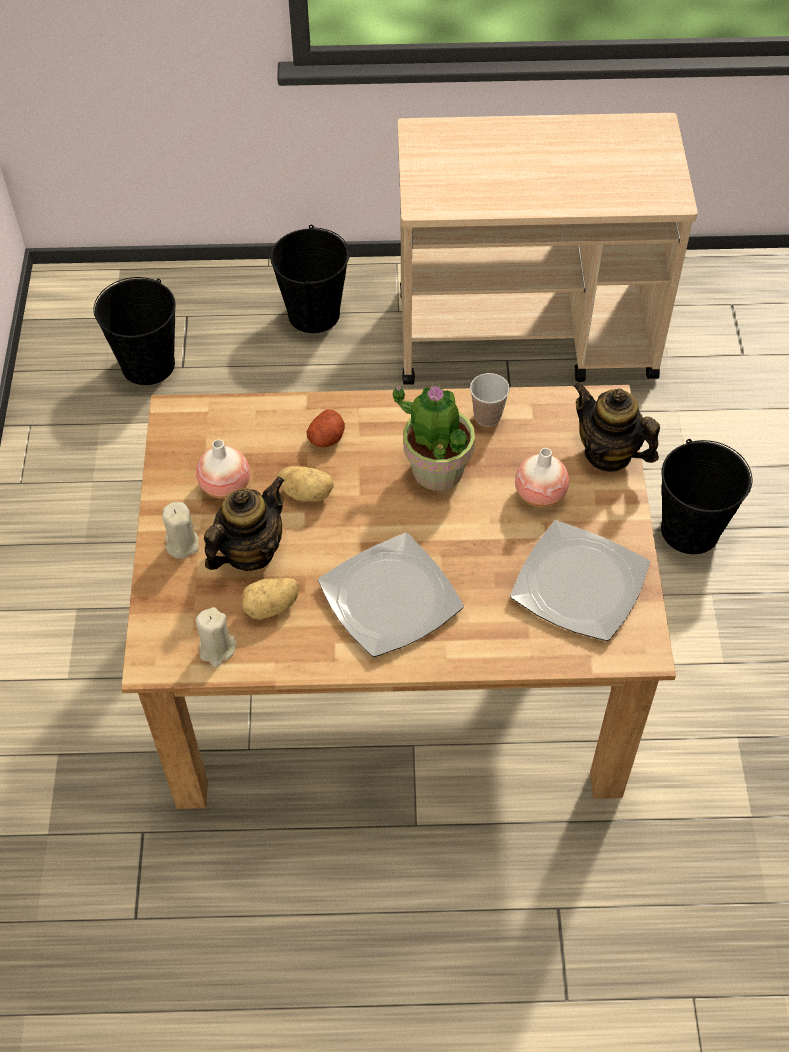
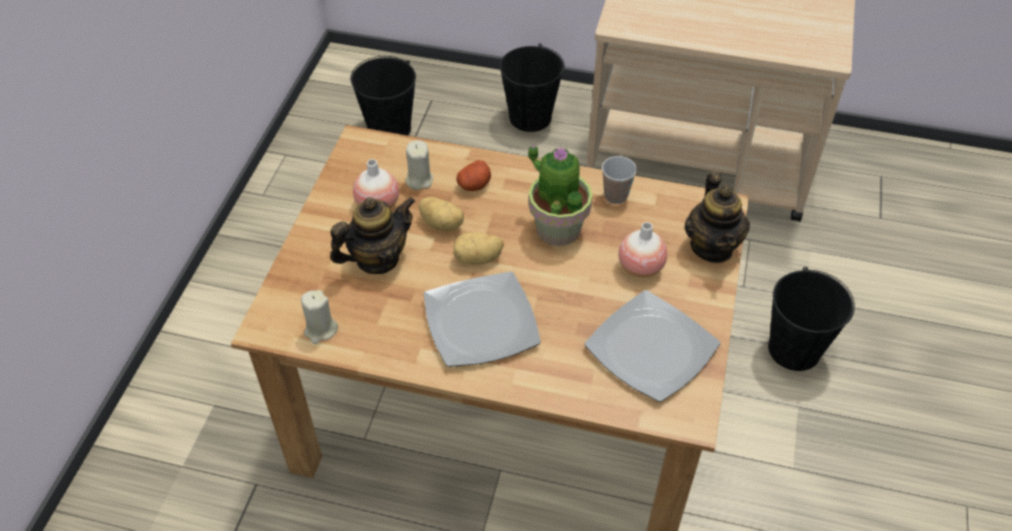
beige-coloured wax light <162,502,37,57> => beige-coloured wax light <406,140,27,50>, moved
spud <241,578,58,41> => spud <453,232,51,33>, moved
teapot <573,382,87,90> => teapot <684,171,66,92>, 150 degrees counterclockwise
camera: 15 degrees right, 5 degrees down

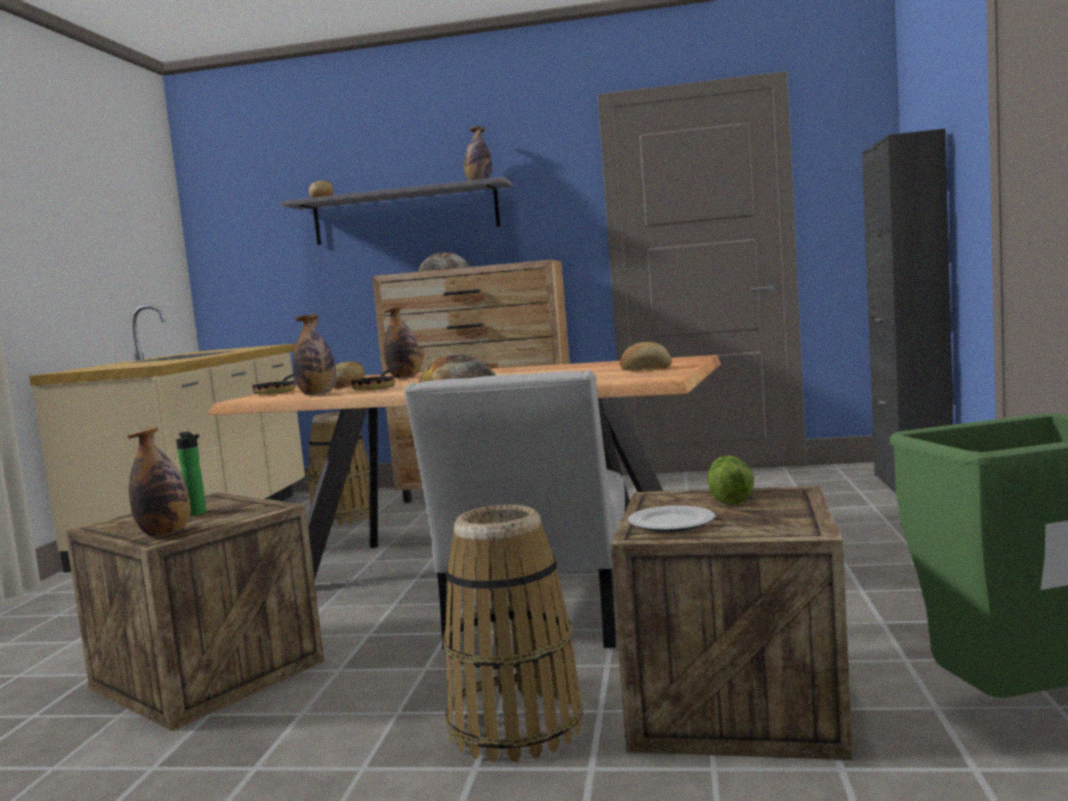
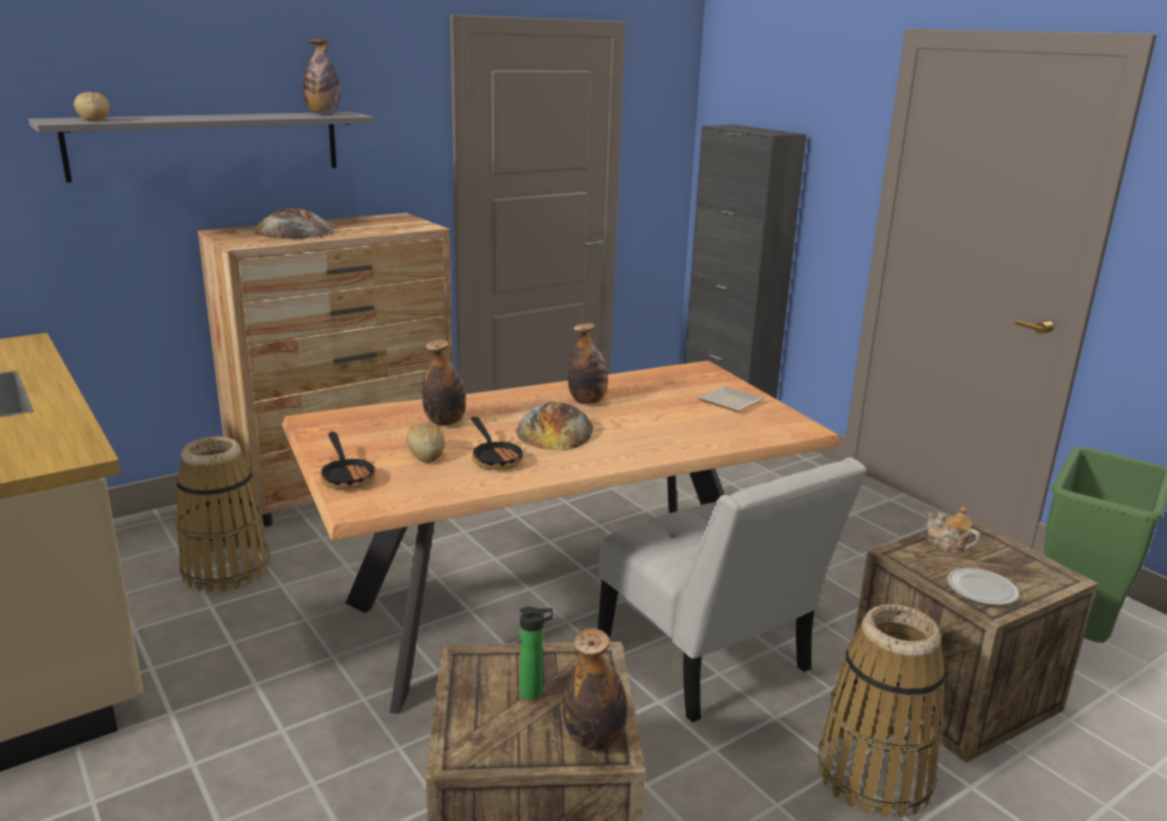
bottle <293,314,43,82> => bottle <568,323,40,81>, moved
bread <620,342,52,28> => plate <697,386,67,25>
lettuce <707,456,47,49> => teapot <926,506,54,47>
camera: 45 degrees left, 15 degrees up

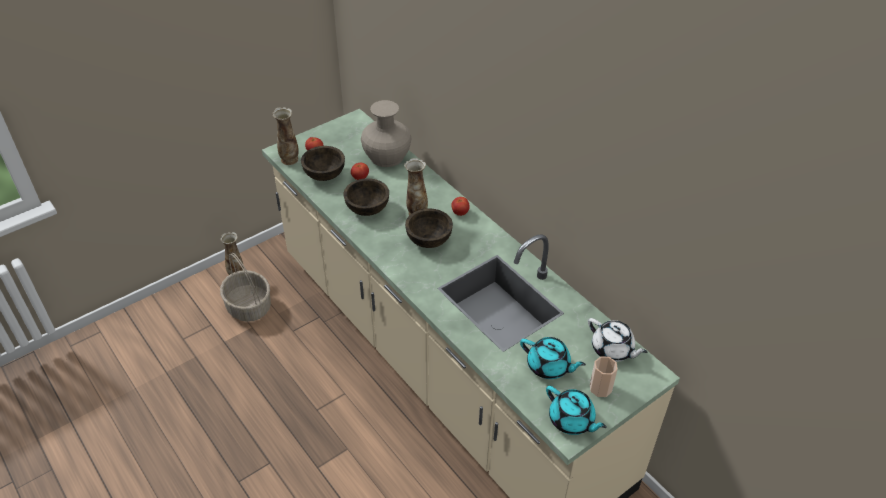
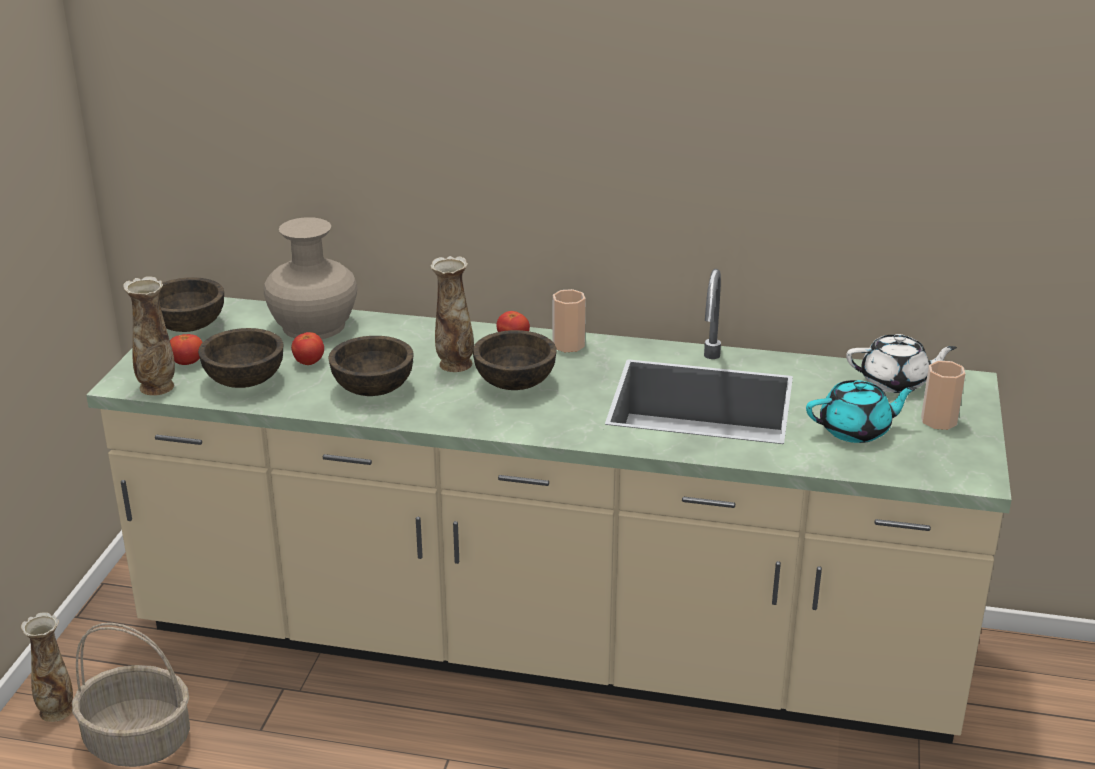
turquoise-coloured teapot <546,386,61,49> => nothing
nothing => brownish bowl <159,277,65,55>
nothing => small cup <553,289,32,63>
camera: 40 degrees left, 15 degrees down

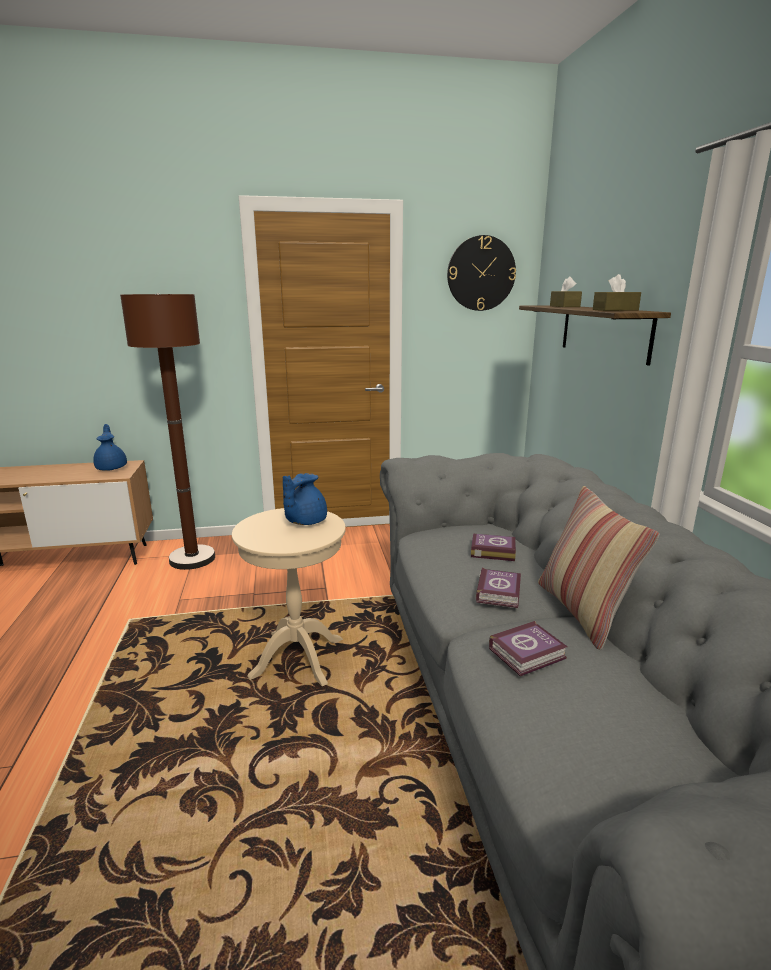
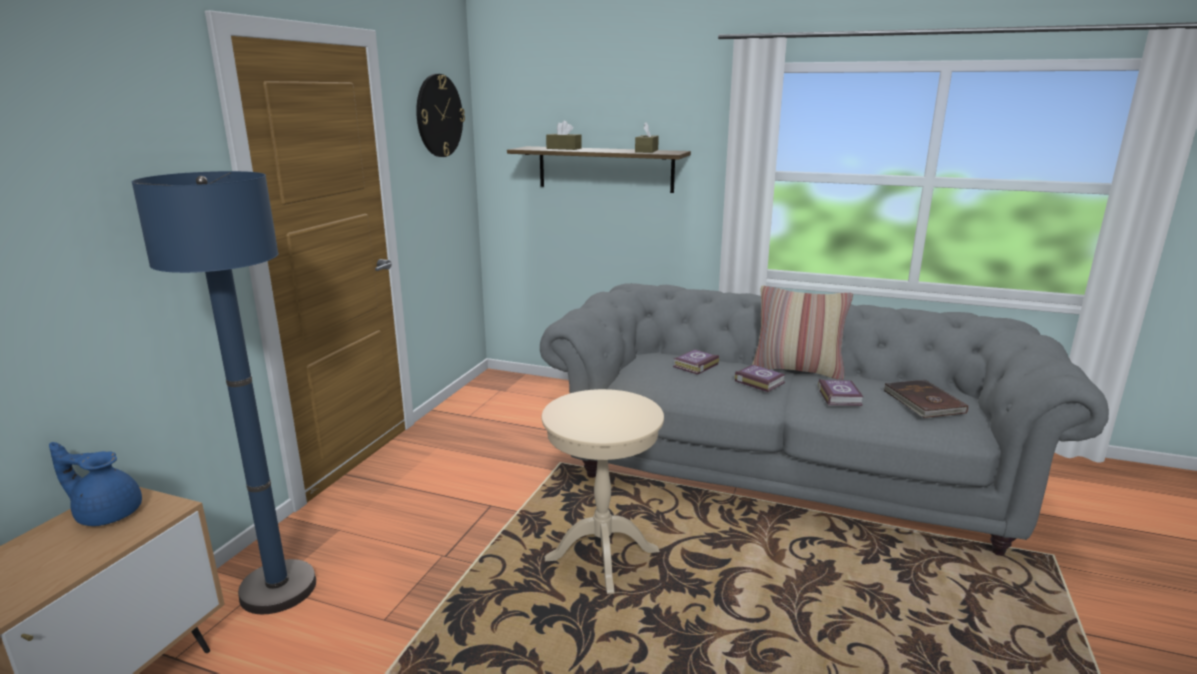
blue teapot <283,473,44,52> => nothing
nothing => brownish book <883,380,85,38>
brownish standard lamp <120,293,95,277> => blue standard lamp <132,171,184,443>
camera: 60 degrees left, 0 degrees up

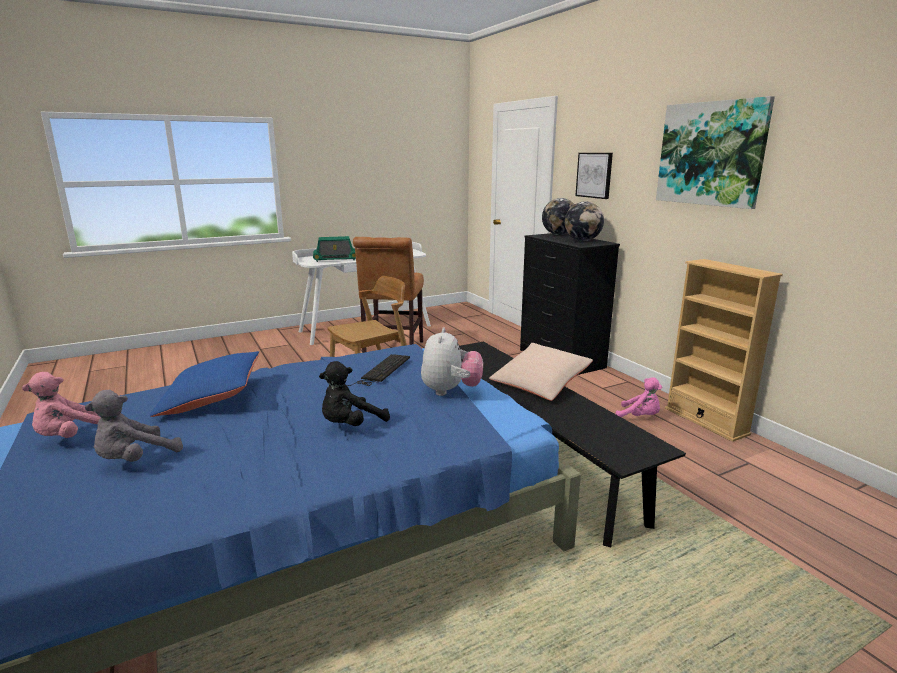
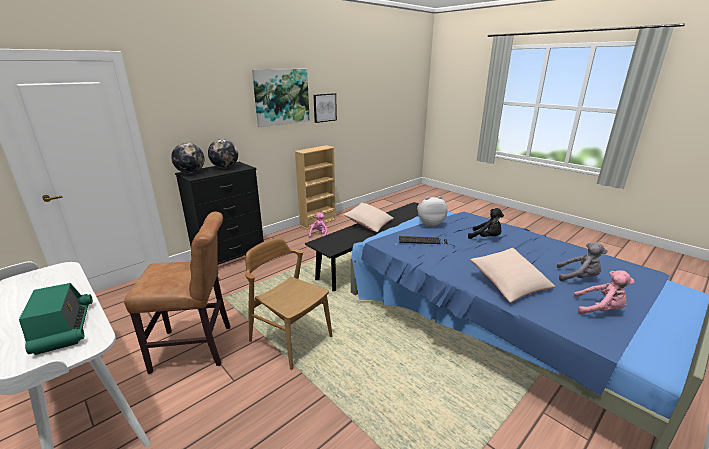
picture <575,153,38,46> => picture <313,93,24,30>, moved
blue throw pillow <150,351,110,66> => beige-coloured throw pillow <470,248,85,55>
camera: 105 degrees left, 5 degrees up

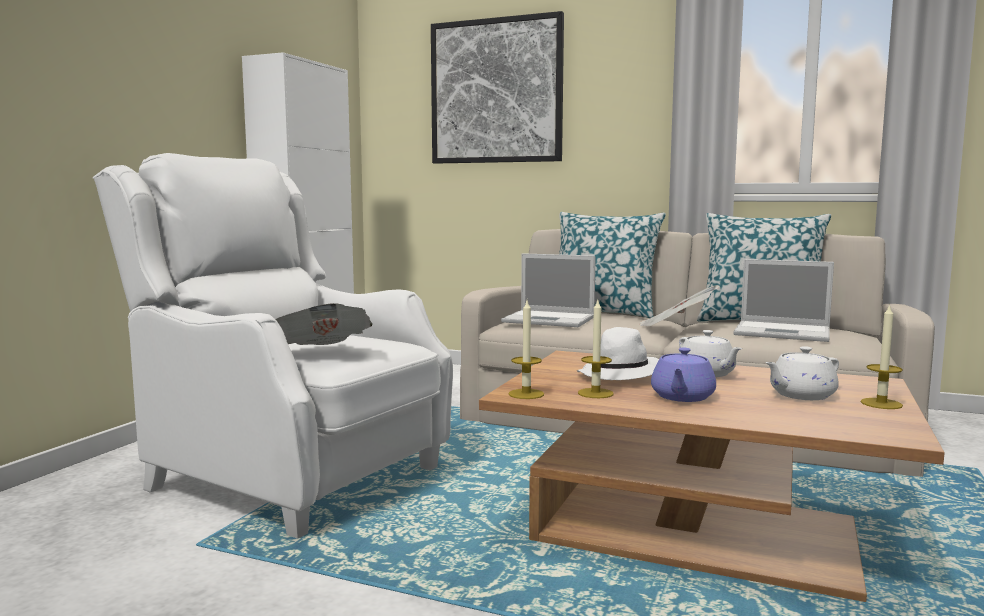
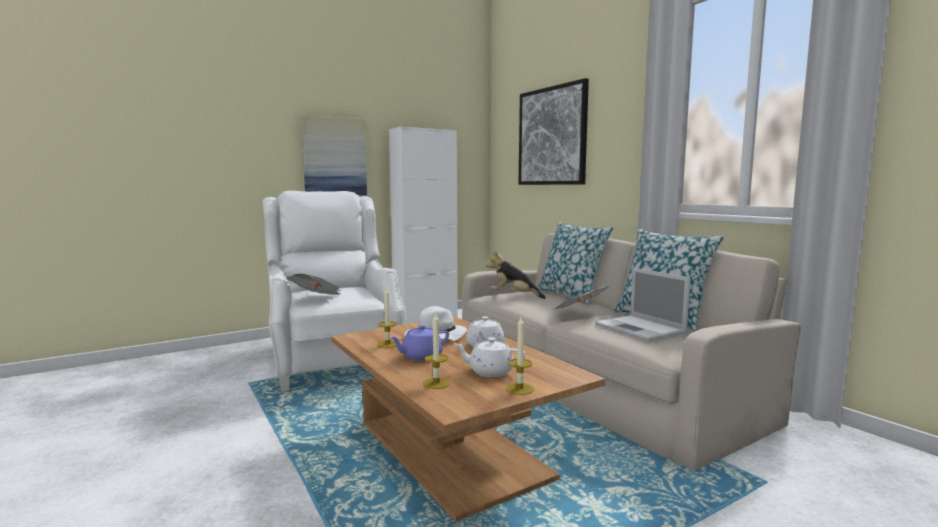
nothing => picture <301,115,66,81>
wax light <508,301,36,98> => wax light <423,314,27,75>, moved
portable computer <501,253,95,74> => plush toy <486,251,60,48>
camera: 35 degrees right, 0 degrees up

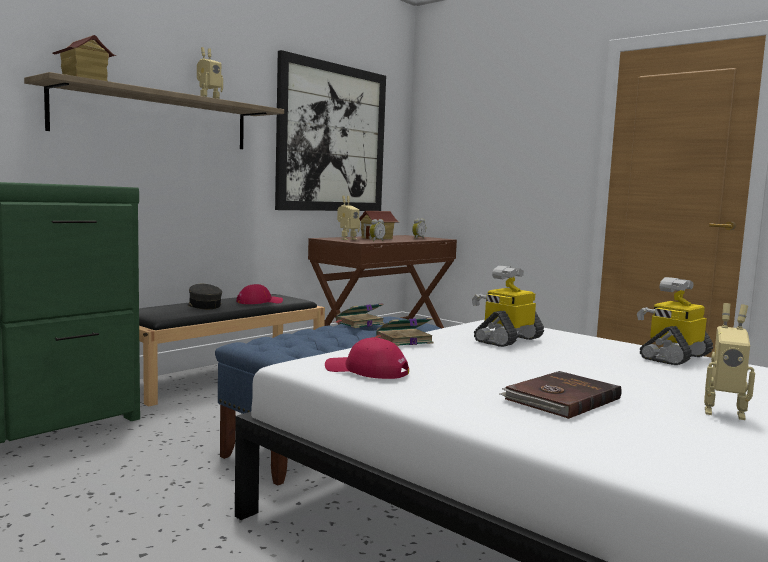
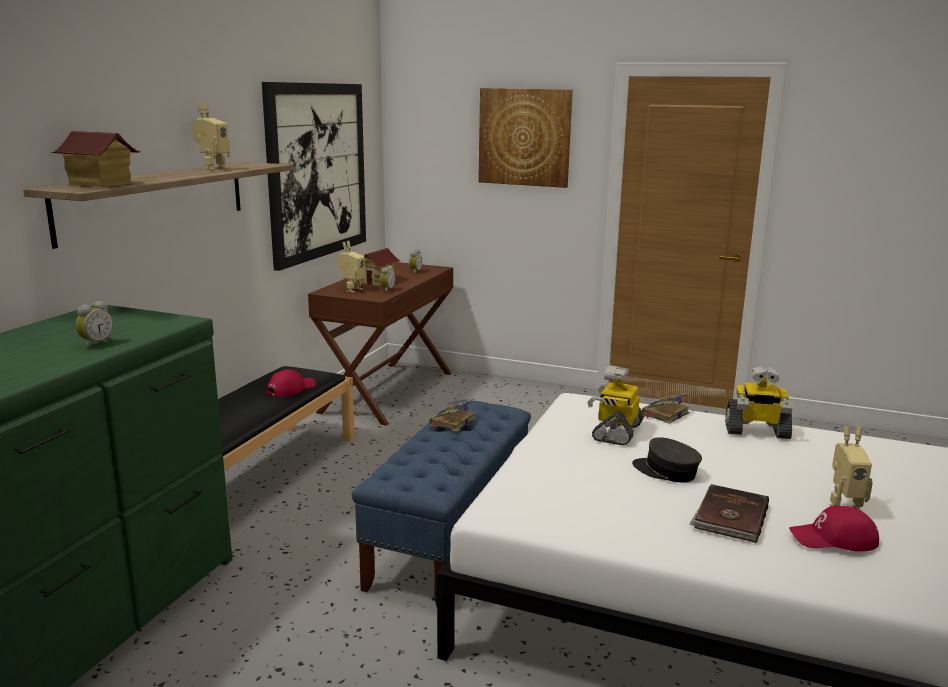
nothing => table clock <76,301,37,47>
nothing => picture <478,88,95,100>
greyish baseball cap <188,284,34,25> => greyish baseball cap <632,437,70,45>, moved
red baseball cap <325,338,84,41> => red baseball cap <789,506,90,46>, moved
book <371,317,62,29> => book <642,393,47,31>, moved
model robot <637,277,76,88> => model robot <725,366,68,73>, 105 degrees counterclockwise
camera: 20 degrees left, 10 degrees up

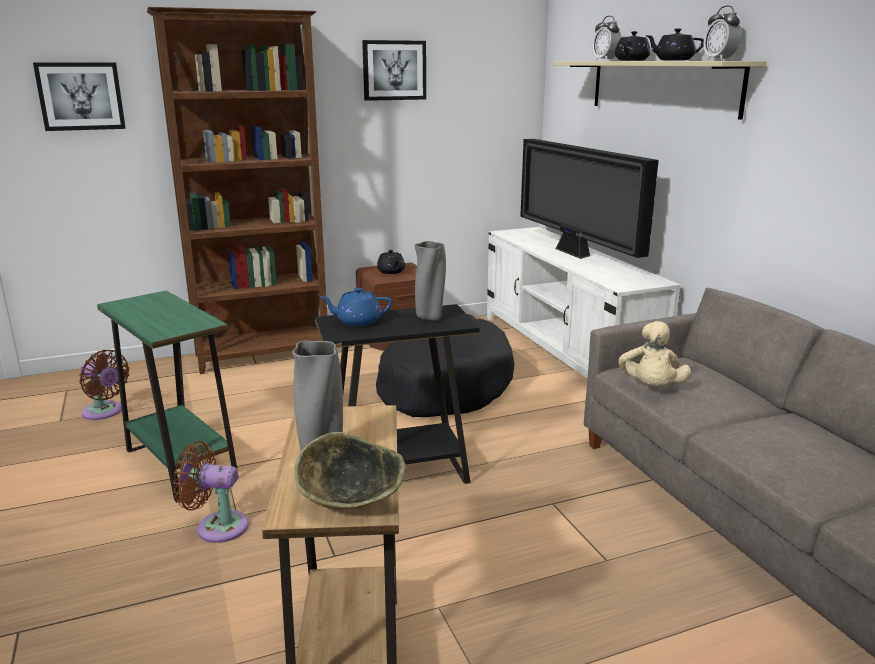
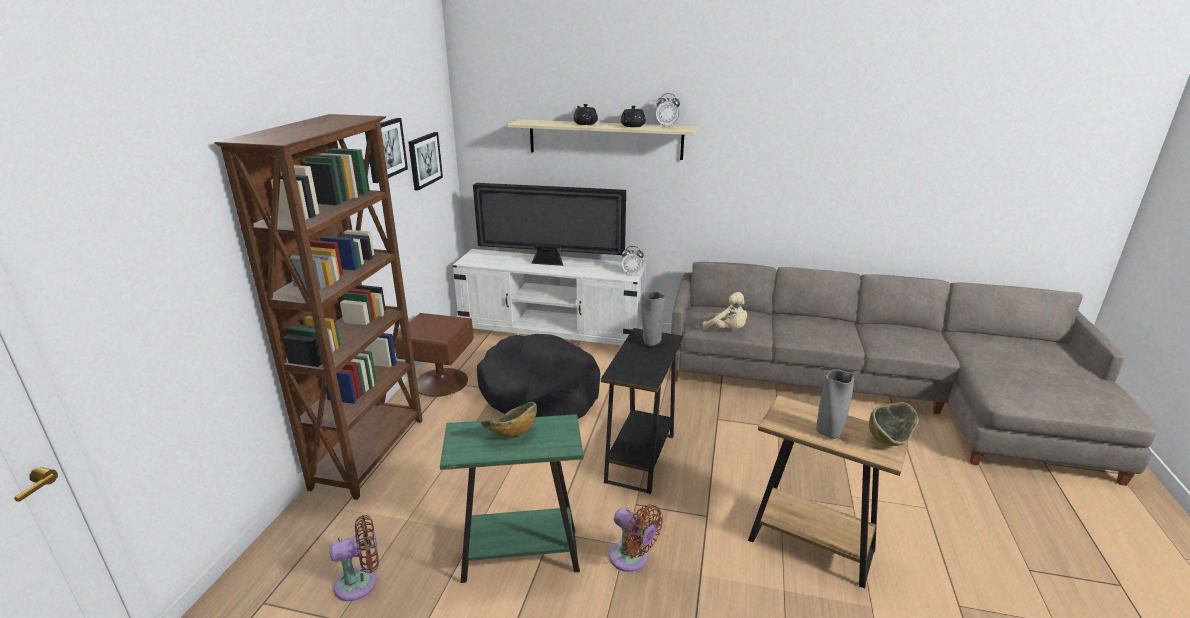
blue teapot <320,288,72,38> => nothing
black teapot <377,250,28,24> => nothing
nothing => bowl <480,402,57,35>
picture <33,62,93,69> => picture <408,132,35,59>, moved
table clock <592,16,30,45> => table clock <622,246,22,29>, moved
brownish fan <173,441,76,102> => brownish fan <609,504,54,68>, 90 degrees counterclockwise
camera: 55 degrees left, 5 degrees up

